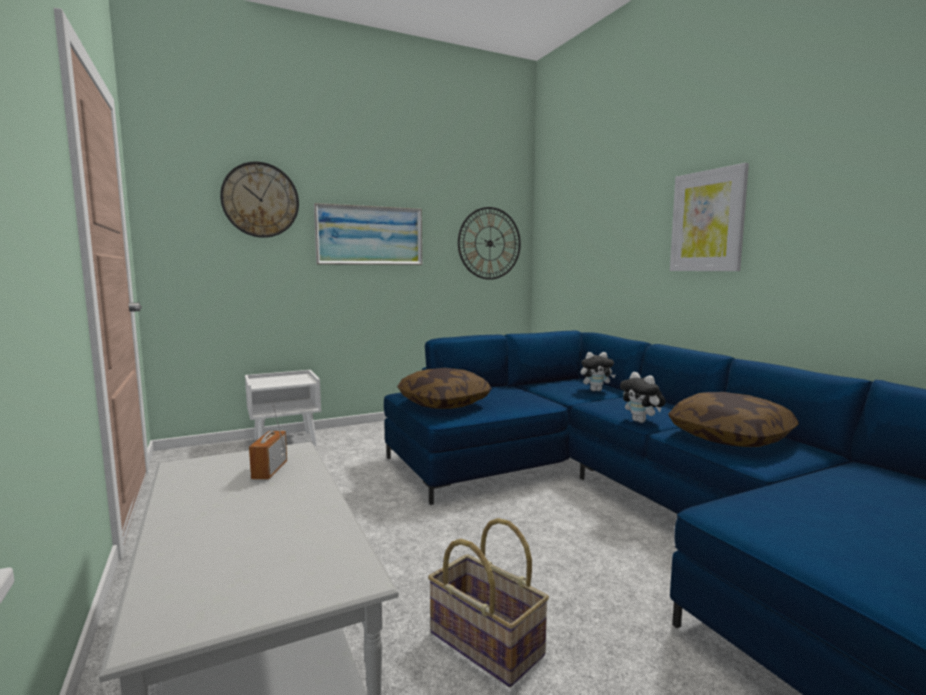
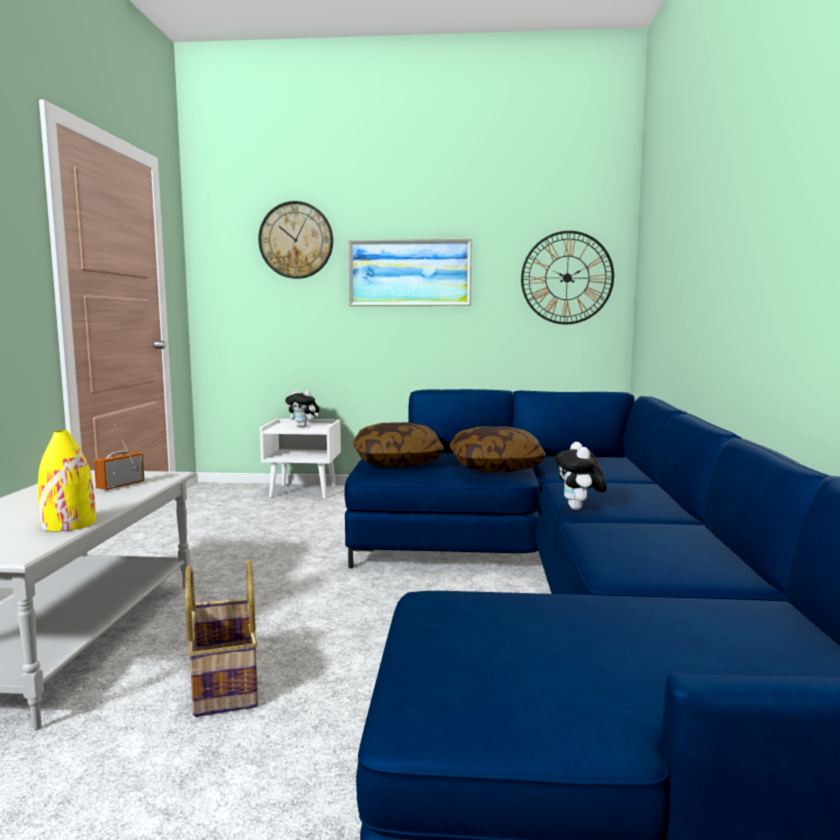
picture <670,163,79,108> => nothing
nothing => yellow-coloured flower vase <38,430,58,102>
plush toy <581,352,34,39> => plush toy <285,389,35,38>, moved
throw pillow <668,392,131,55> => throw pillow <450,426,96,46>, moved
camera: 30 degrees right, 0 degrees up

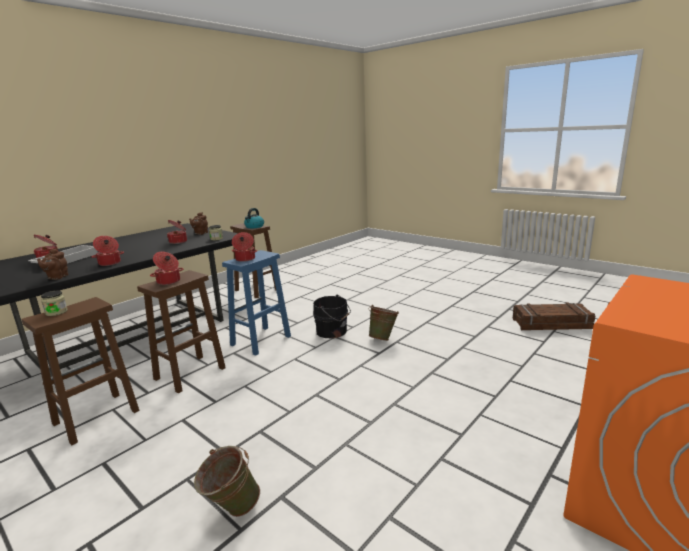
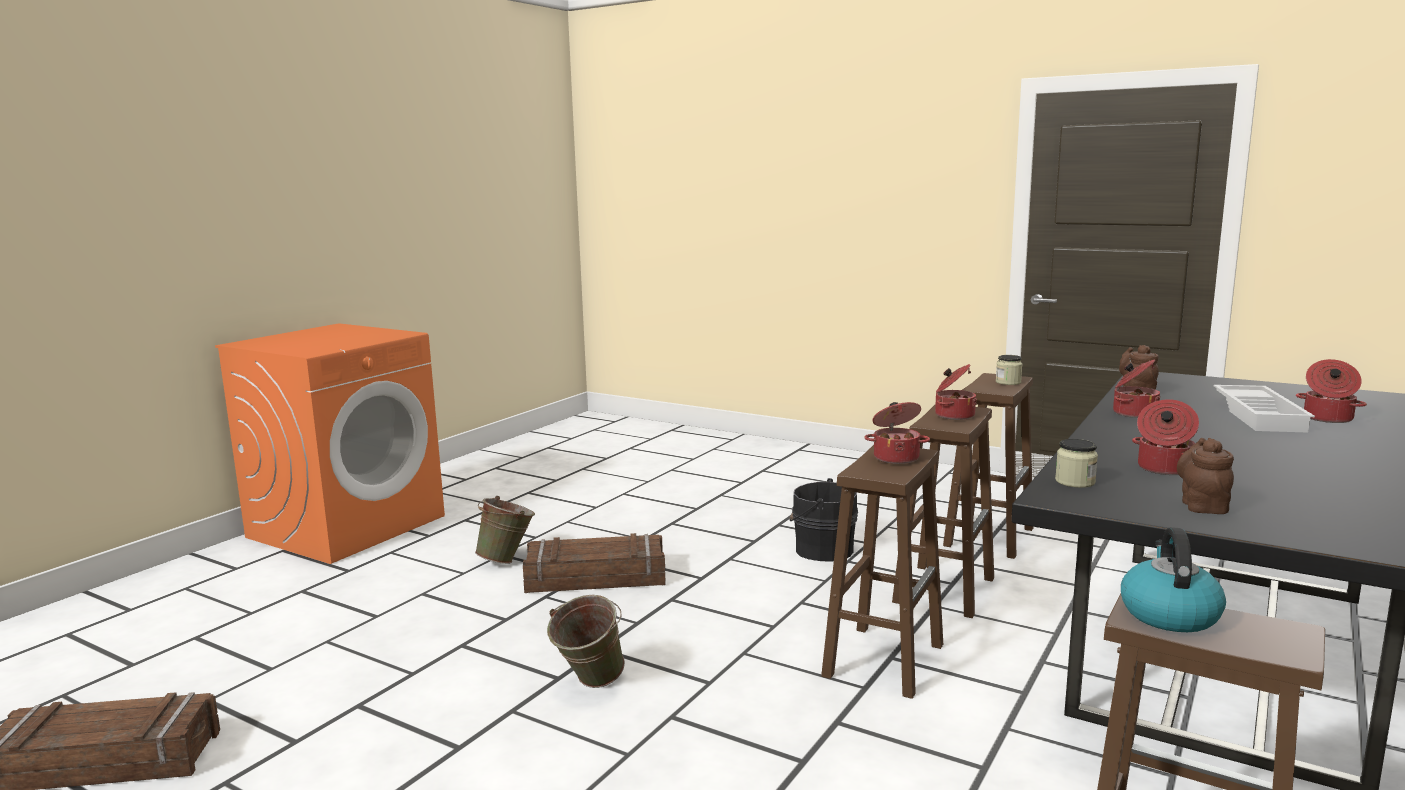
nothing => shipping crate <523,533,143,60>
greenish pail <194,446,66,71> => greenish pail <475,496,60,68>, moved
black pail <313,294,38,44> => black pail <790,478,68,84>, moved
blue stool seat <222,250,69,106> => brownish stool seat <821,445,122,254>
camera: 170 degrees right, 5 degrees down

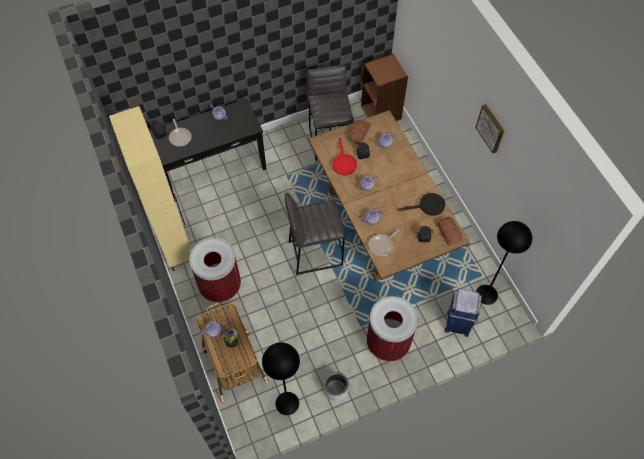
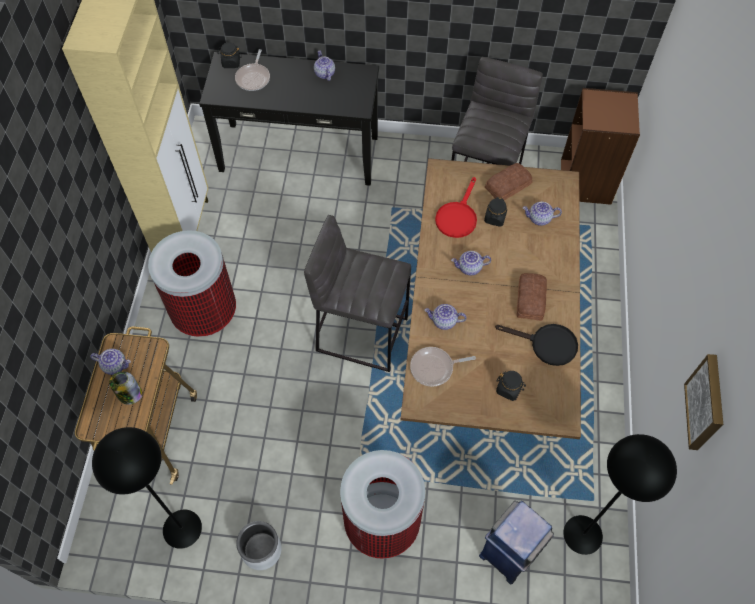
bread <437,217,25,29> => bread <517,273,30,48>, moved
picture <475,104,29,49> => picture <684,354,39,96>, moved
camera: 30 degrees right, 0 degrees up

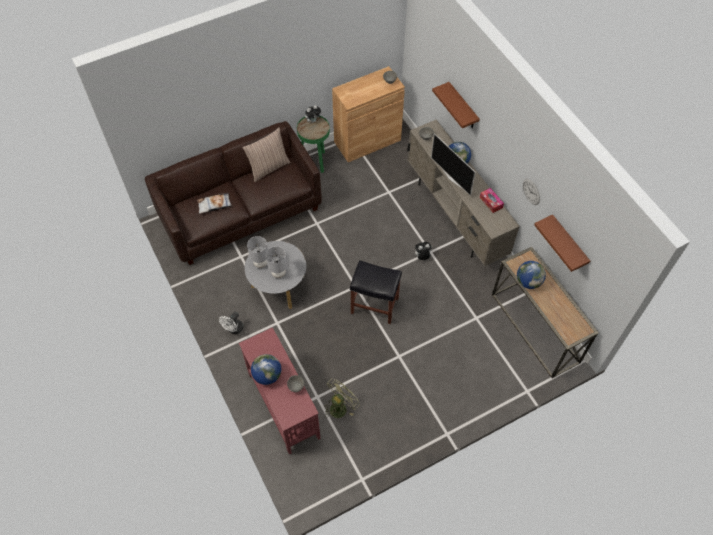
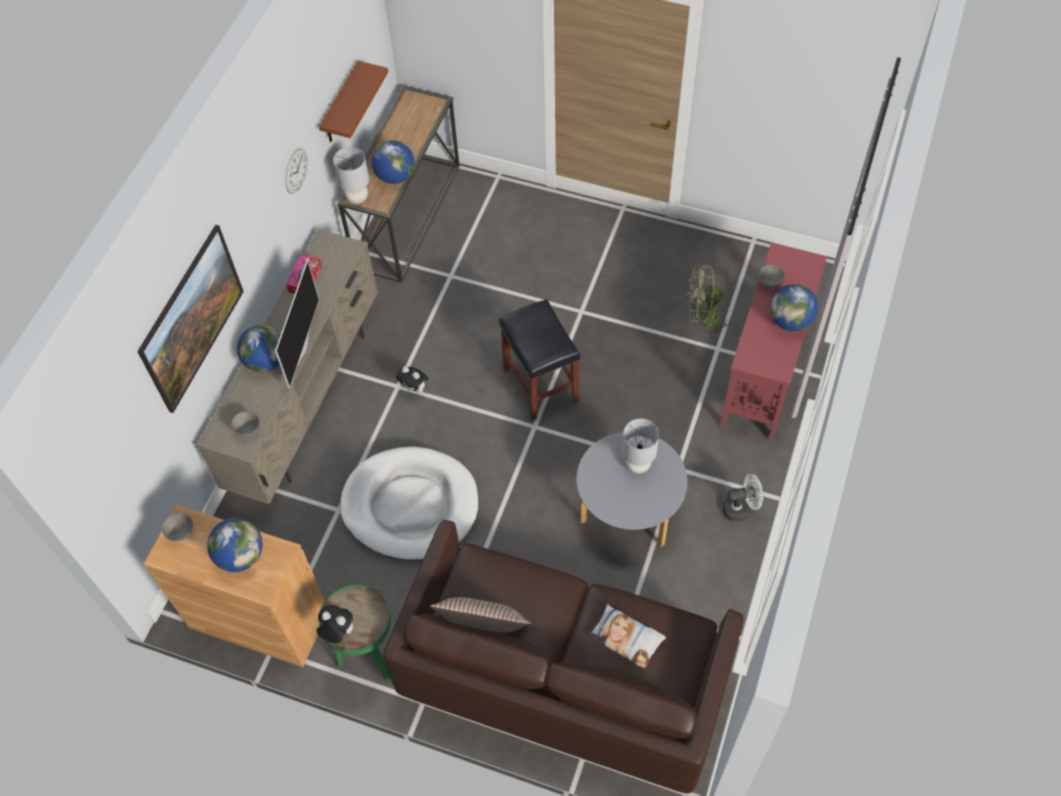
nothing => world globe <207,518,55,54>
nothing => white dog cushion <340,446,138,114>
greyish table lamp <247,236,21,32> => greyish table lamp <333,147,36,57>, moved
brownish bracket shelf <432,82,48,46> => picture <137,225,107,188>
camera: 130 degrees left, 0 degrees up

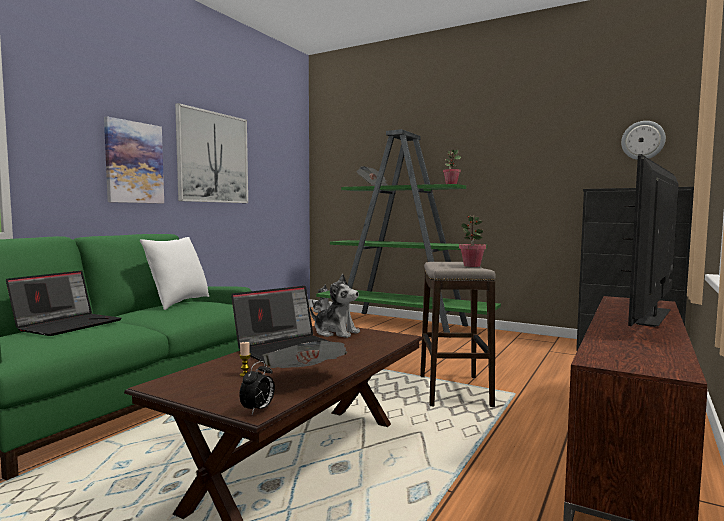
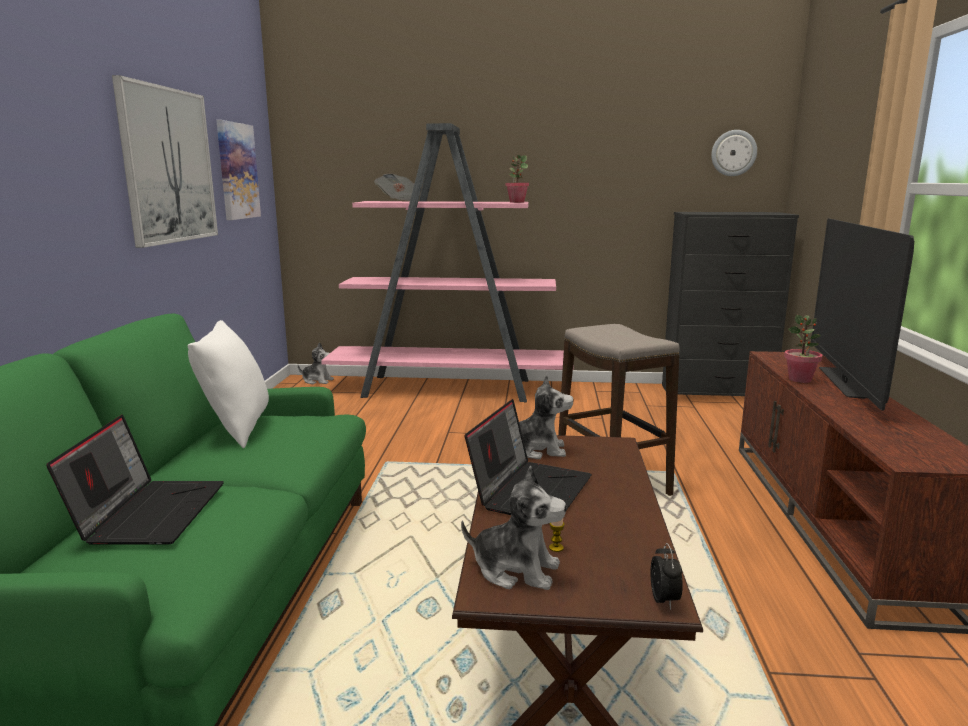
printed paper <263,341,84,27> => nothing
nothing => plush toy <461,466,105,124>
picture <104,117,60,86> => picture <216,120,45,100>, moved
plant in a pot <459,215,27,52> => plant in a pot <784,315,39,68>, moved
greenish bookcase <316,129,185,209> => pink-coloured bookcase <321,123,253,279>
camera: 25 degrees left, 10 degrees up

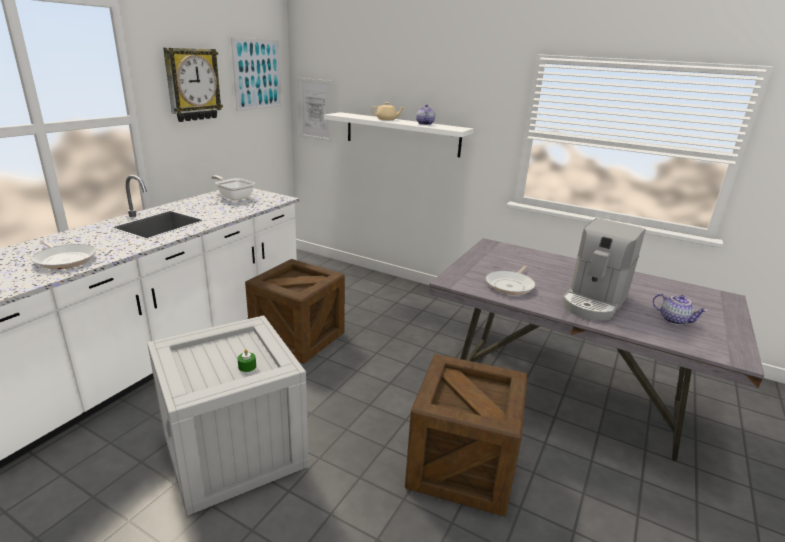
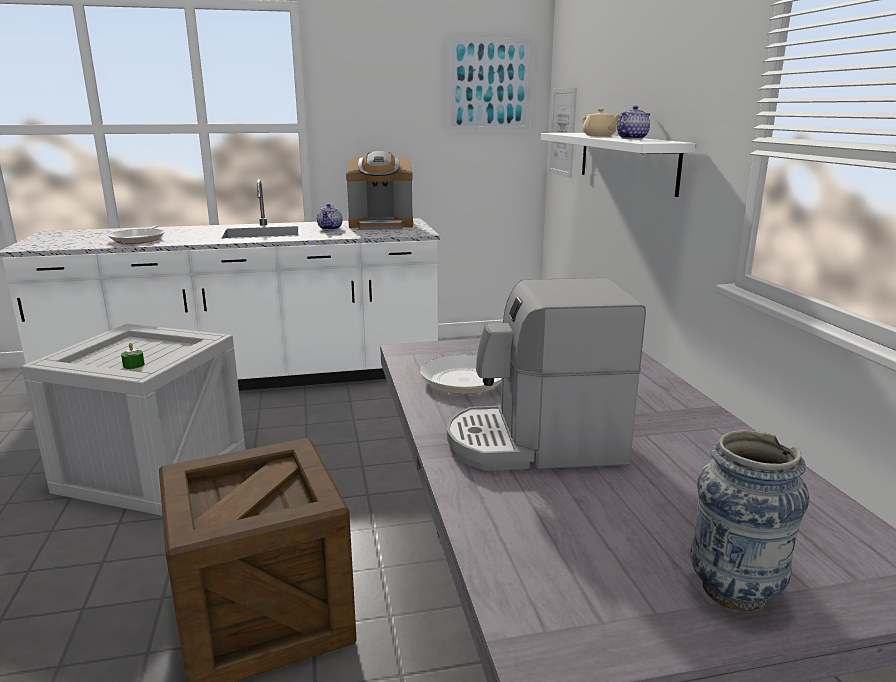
hanging clock <163,48,60,74> => nothing
shipping crate <245,259,100,105> => nothing
nothing => flower vase <691,430,118,181>
teapot <653,293,54,32> => teapot <317,204,25,26>, moved
skillet <211,175,44,26> => coffee machine <346,151,67,79>
camera: 50 degrees right, 5 degrees down

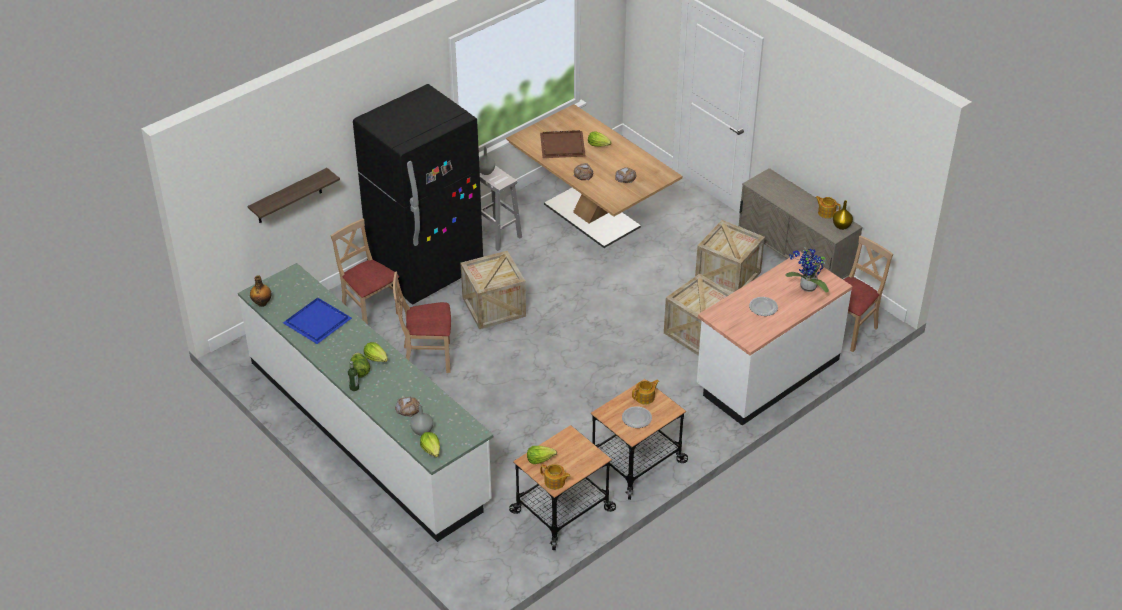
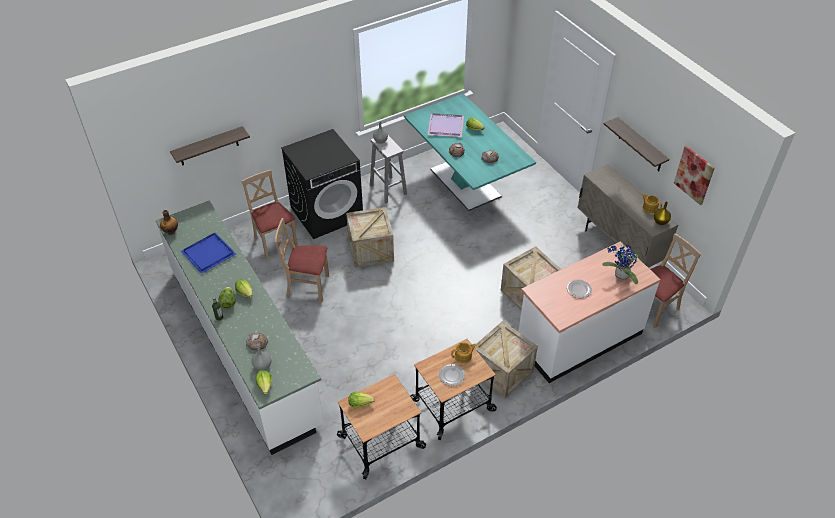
teapot <540,464,31,26> => nothing
nothing => bracket shelf <604,117,65,54>
nothing => picture <674,146,41,59>
shipping crate <695,220,70,73> => shipping crate <474,321,64,78>, moved
black kitchen fridge <353,84,130,221> => black laundry appliance <281,129,82,110>
brownish kitchen table <506,104,176,144> => turquoise-coloured kitchen table <404,94,132,117>
brownish tray <540,130,46,28> => purple-coloured tray <428,113,36,24>
camera: 10 degrees right, 5 degrees up

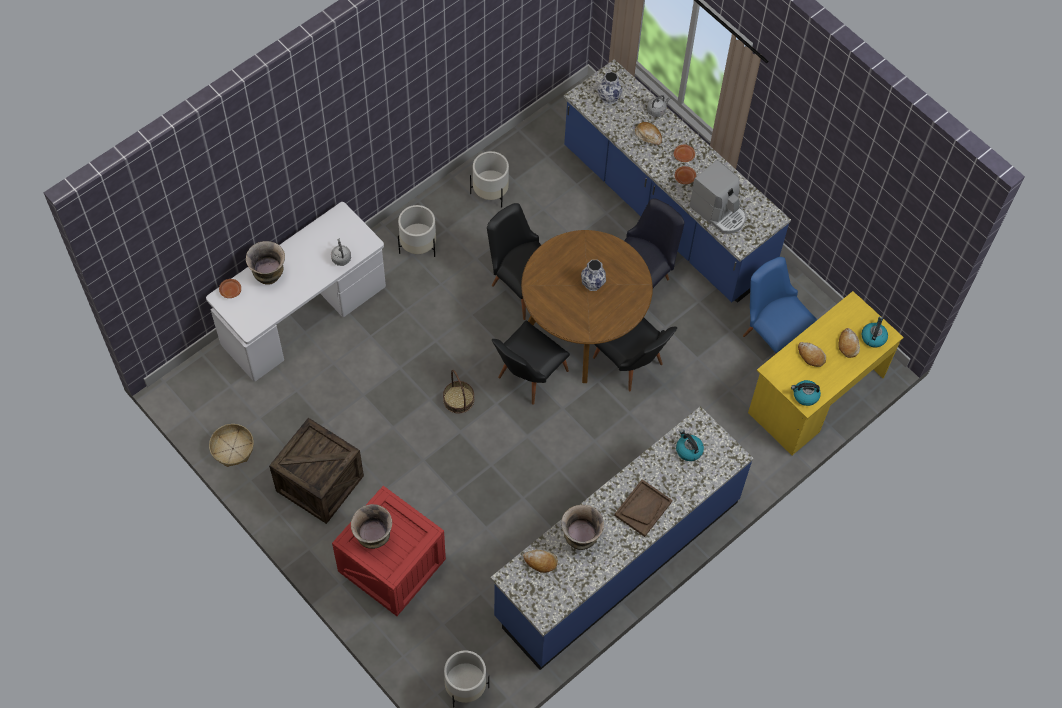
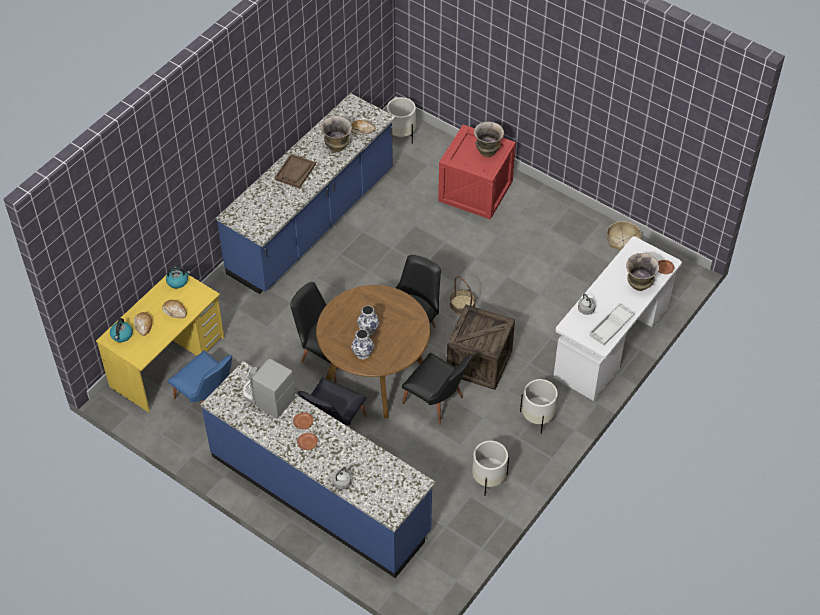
bread <635,122,27,23> => nothing
kettle <676,430,28,31> => nothing
nothing => white tray <589,303,45,42>
shipping crate <269,418,95,106> => shipping crate <447,305,68,85>, moved
flower vase <598,72,24,33> => flower vase <351,329,23,31>, moved
camera: 170 degrees right, 10 degrees down

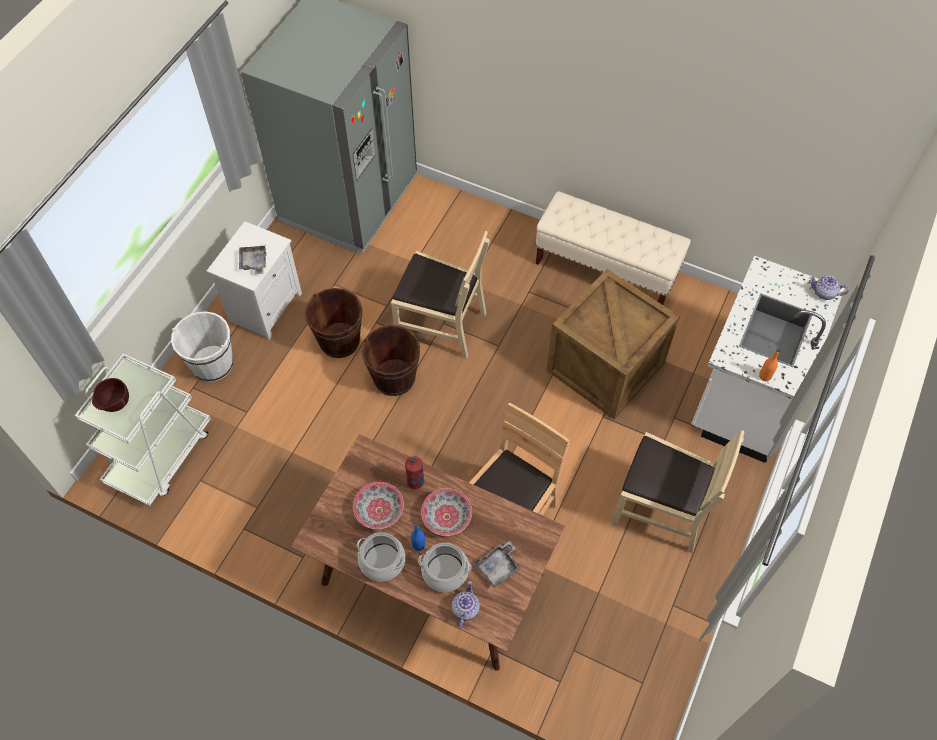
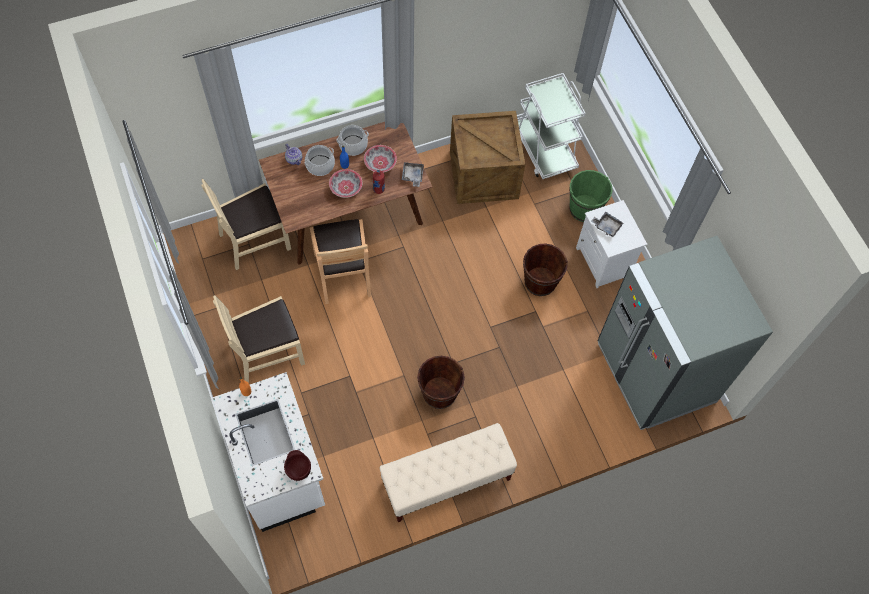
teapot <810,276,39,24> => nothing
brownish bowl <92,378,37,34> => brownish bowl <284,450,27,31>, moved
brownish pail <361,325,59,71> => brownish pail <417,356,48,53>, moved
beige-coloured upright chair <391,231,99,128> => beige-coloured upright chair <201,179,90,91>, moved
greyish tray <475,541,46,47> => greyish tray <402,162,22,25>, moved
shipping crate <546,269,134,150> => shipping crate <450,111,75,93>, moved
white pail <171,311,62,71> => greenish pail <569,170,44,52>
camera: 130 degrees right, 5 degrees up

